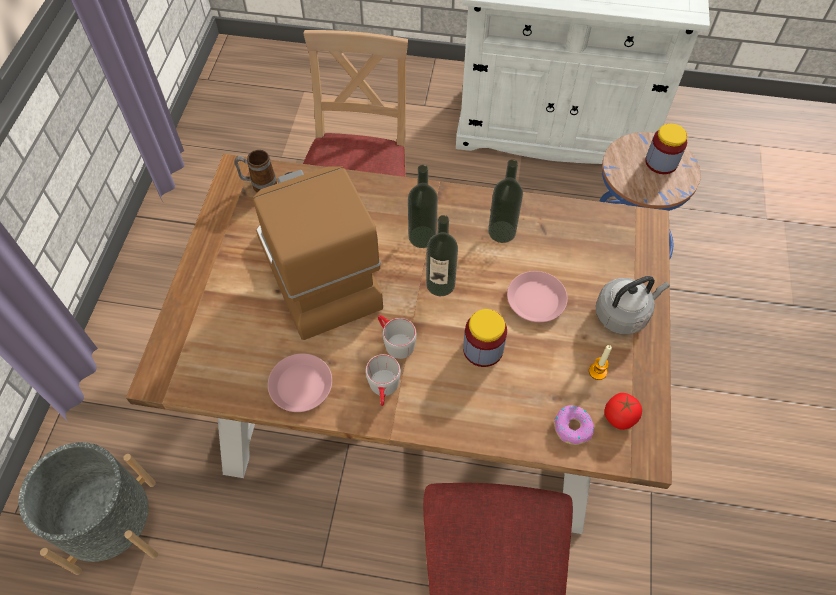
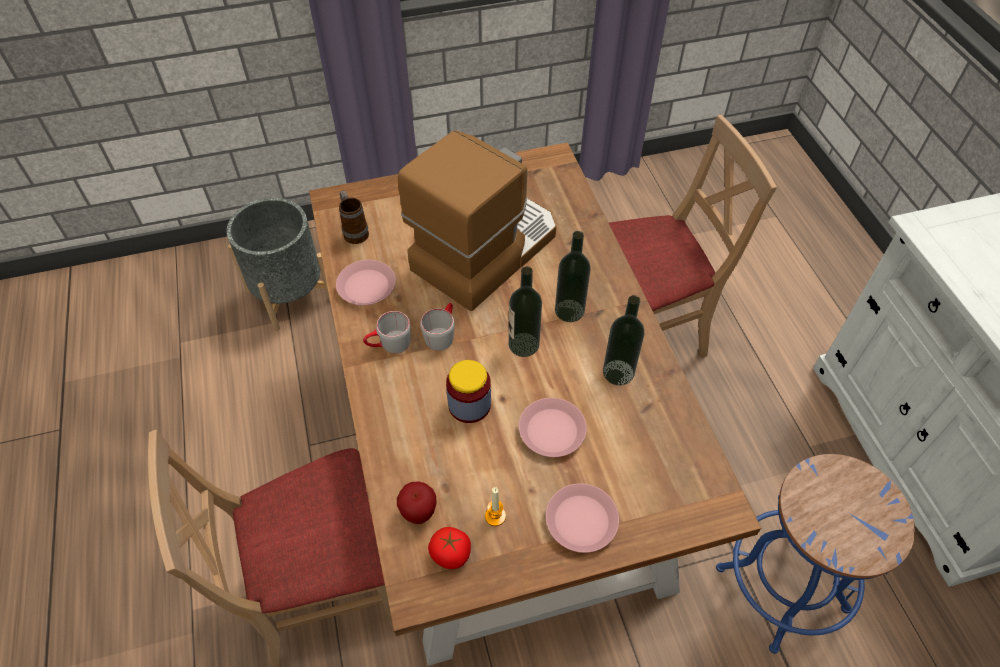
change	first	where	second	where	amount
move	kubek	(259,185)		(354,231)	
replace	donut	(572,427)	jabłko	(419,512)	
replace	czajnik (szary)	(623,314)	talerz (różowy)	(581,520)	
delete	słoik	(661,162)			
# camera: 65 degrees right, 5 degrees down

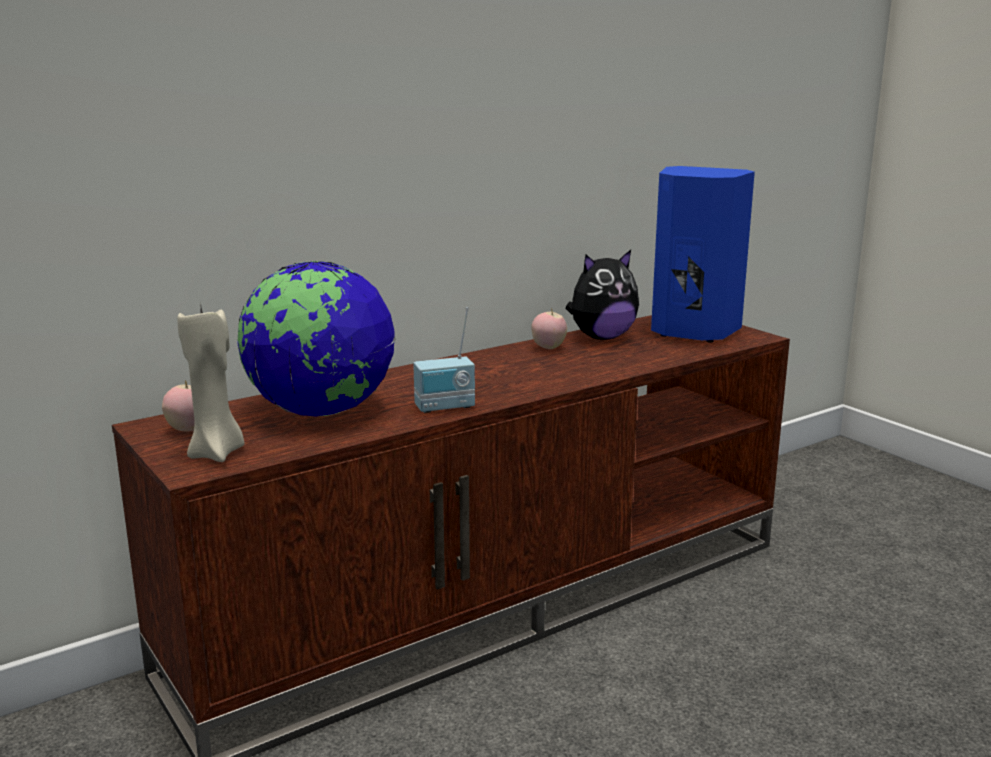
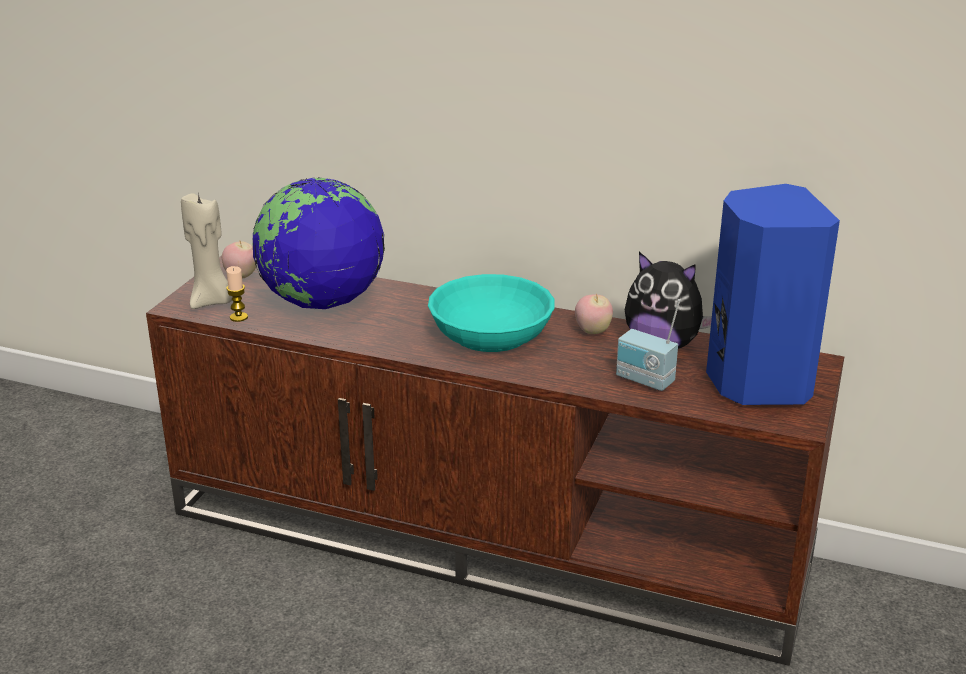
change	first	where	second	where	amount
move	radio	(445,408)		(644,381)	
insert			świeca	(238,317)	
insert			miska (turkusowy)	(491,333)	
# camera: 55 degrees right, 10 degrees up

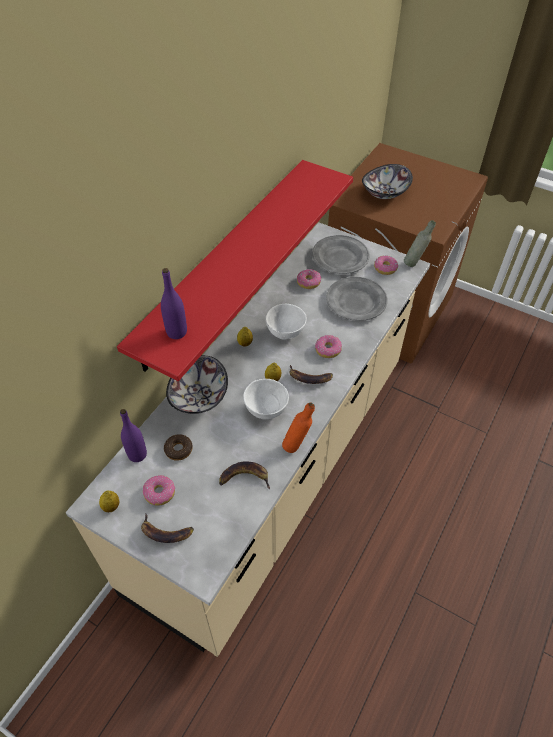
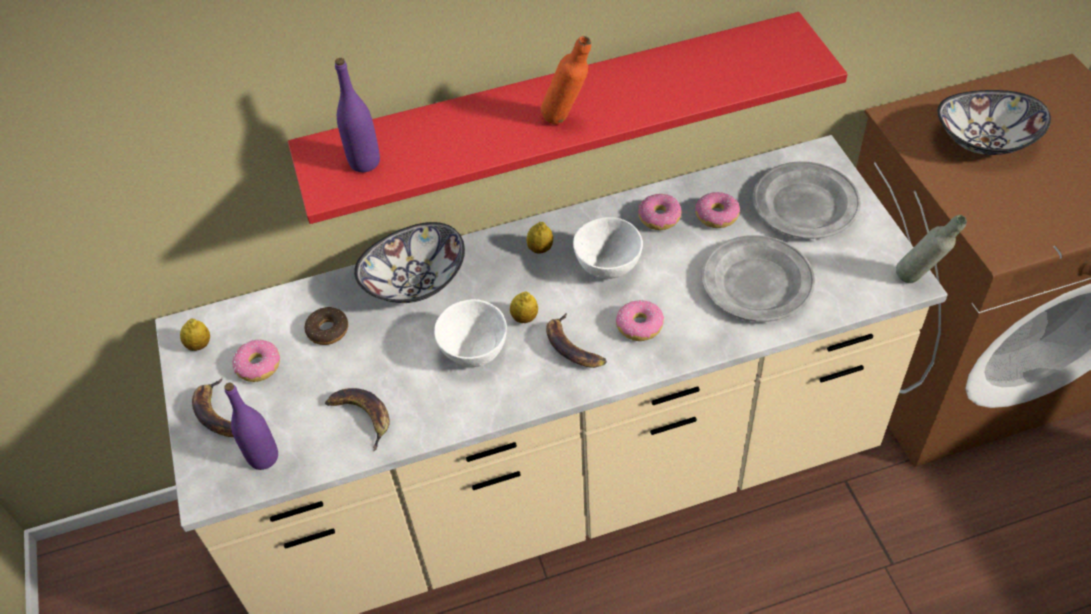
change	first	where	second	where	amount
move	butelka (fioletowy)	(137,454)		(263,457)	
move	butelka (pomarańczowy)	(297,445)		(567,120)	
move	donut	(385,268)		(659,217)	
# camera: 45 degrees right, 0 degrees up

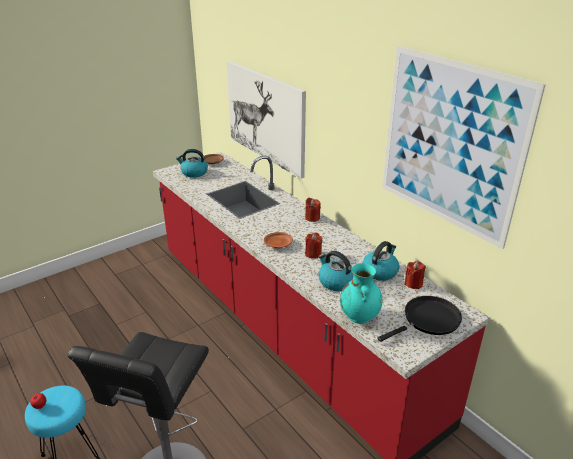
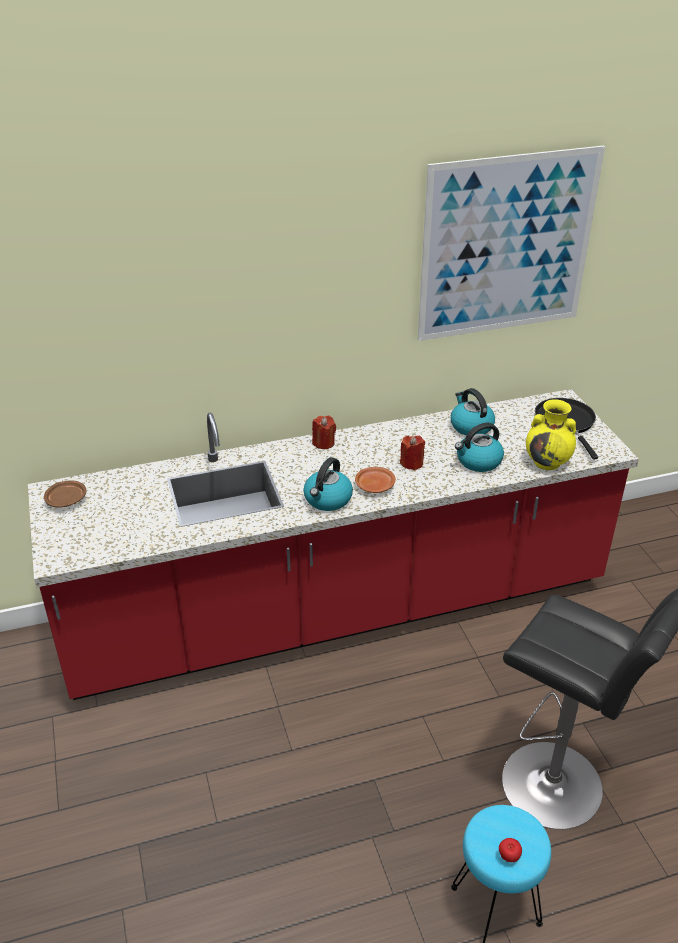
change	first	where	second	where	amount
move	czajnik	(194,173)		(327,499)	
delete	obraz	(266,117)			
recolor	wazon (turkusowy)	(359,316)	wazon (żółty)	(548,462)	
delete	świeca (czerwony)	(413,283)			
# camera: 70 degrees left, 5 degrees up

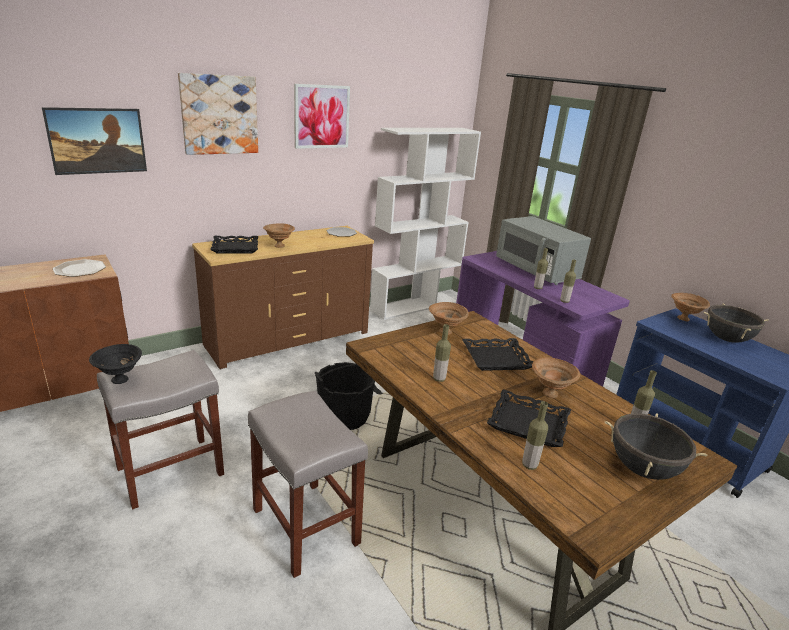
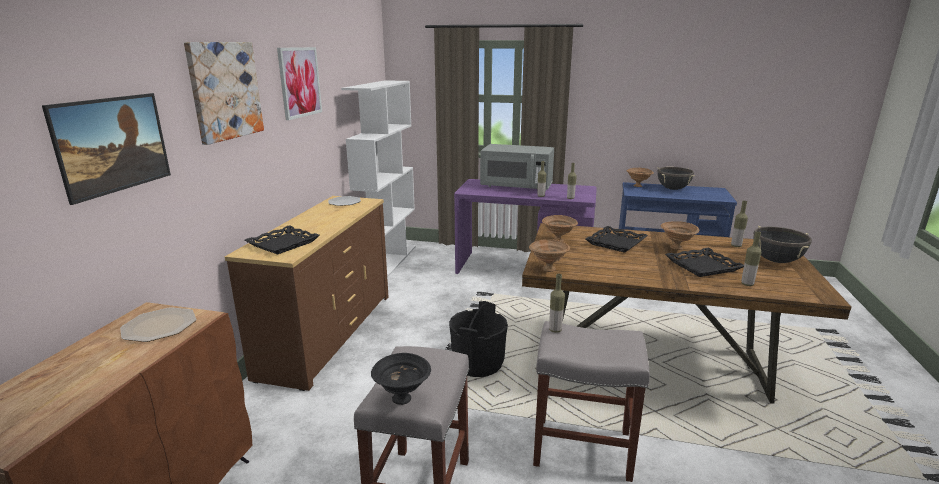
change	first	where	second	where	amount
move	miska (brązowy)	(278,246)		(547,269)	
move	butelka	(439,379)		(555,330)	
# camera: 40 degrees left, 5 degrees down

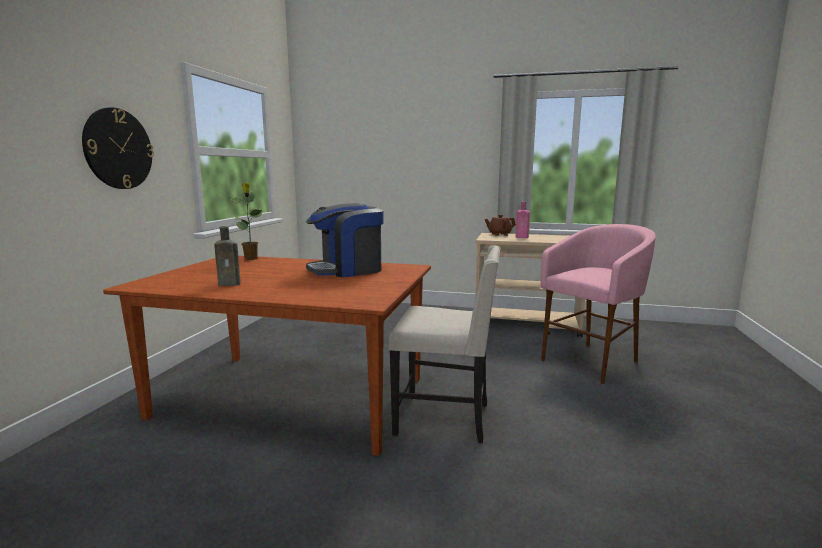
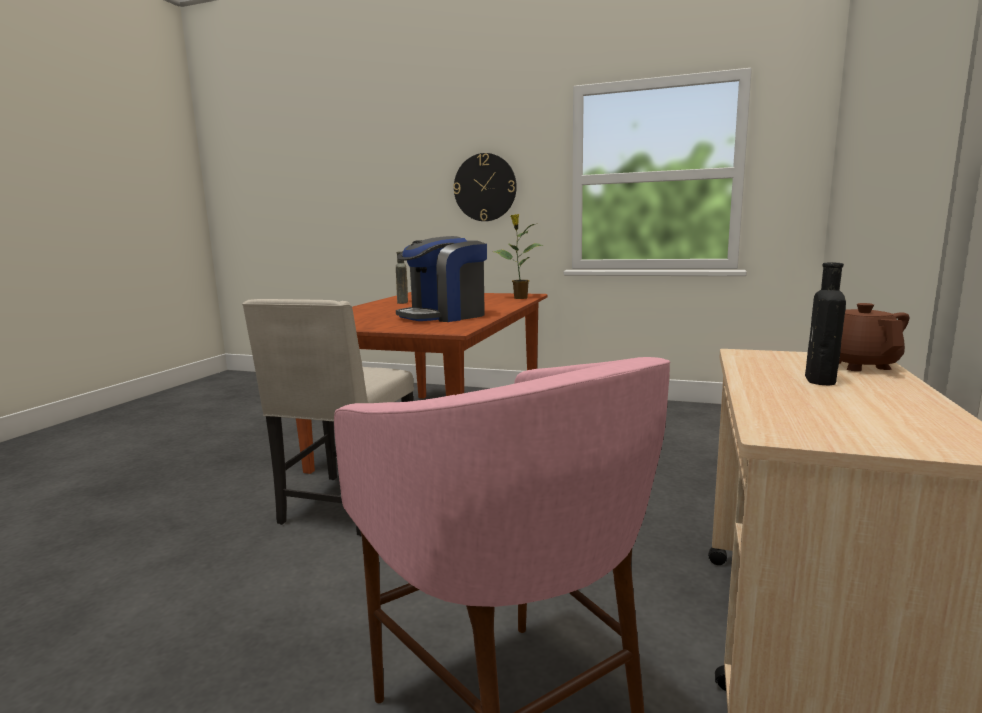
change	first	where	second	where	amount
rotate	ekspres do kawy	(347,270)		(444,316)	105 degrees counterclockwise
recolor	butelka (różowy)	(523,237)	butelka (czarny)	(821,380)	
# camera: 95 degrees right, 0 degrees up

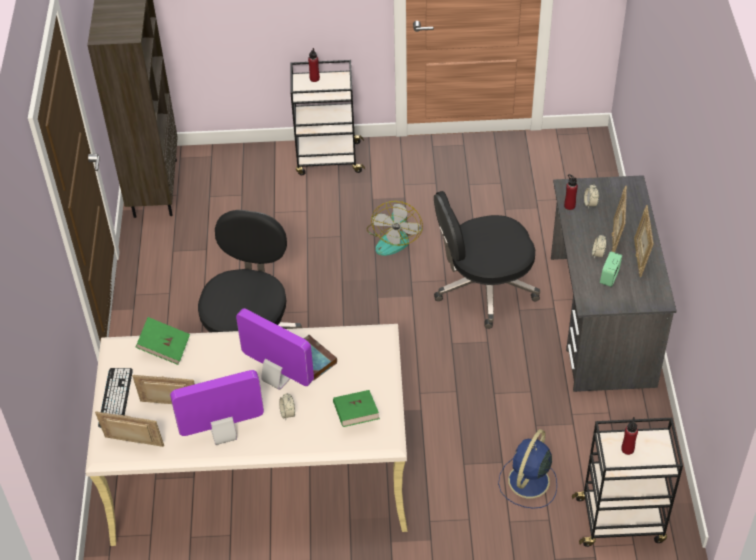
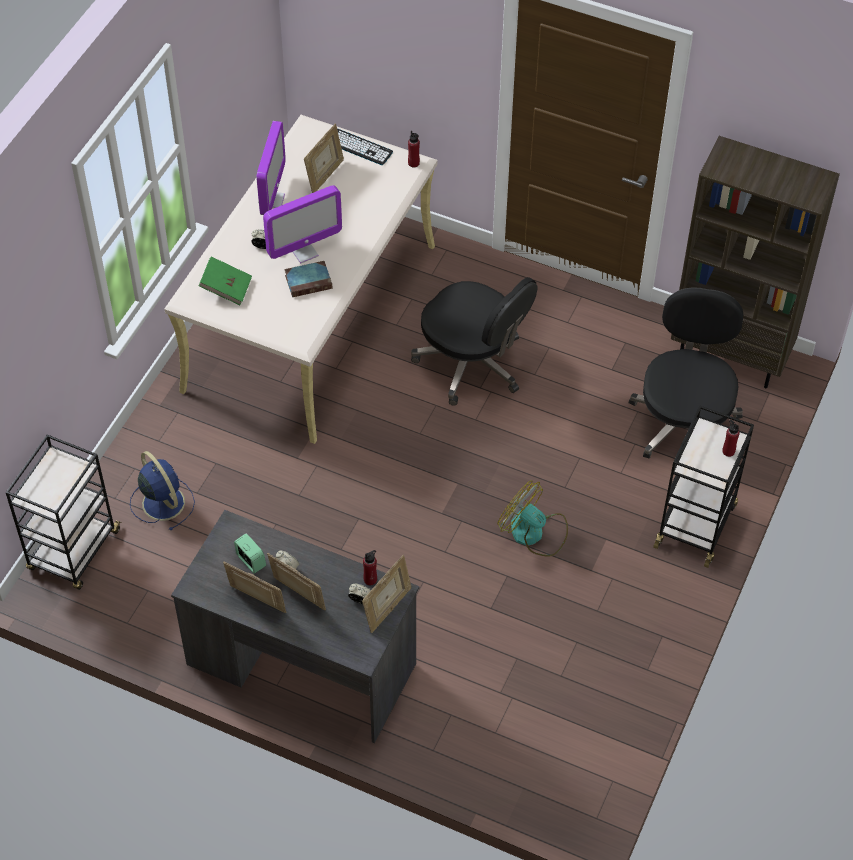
change	first	where	second	where	amount
move	ramka na zdjęcie	(134,445)		(387,609)	
delete	książka (zielony)	(164,348)			
move	krzesło biurowe (czarny)	(483,288)		(684,421)	
move	butelka (czerwony)	(627,449)		(413,163)	
# camera: 115 degrees right, 5 degrees up

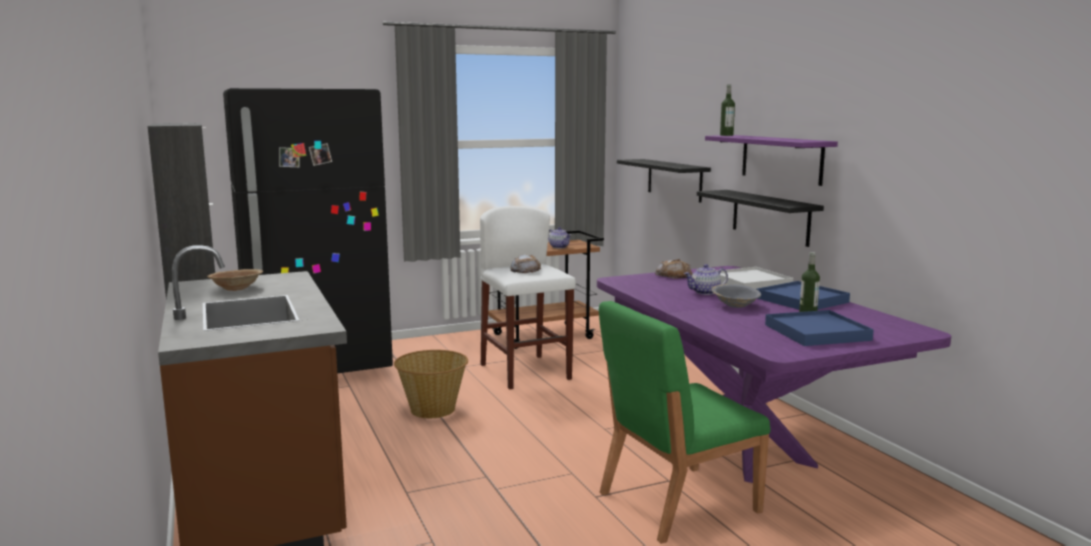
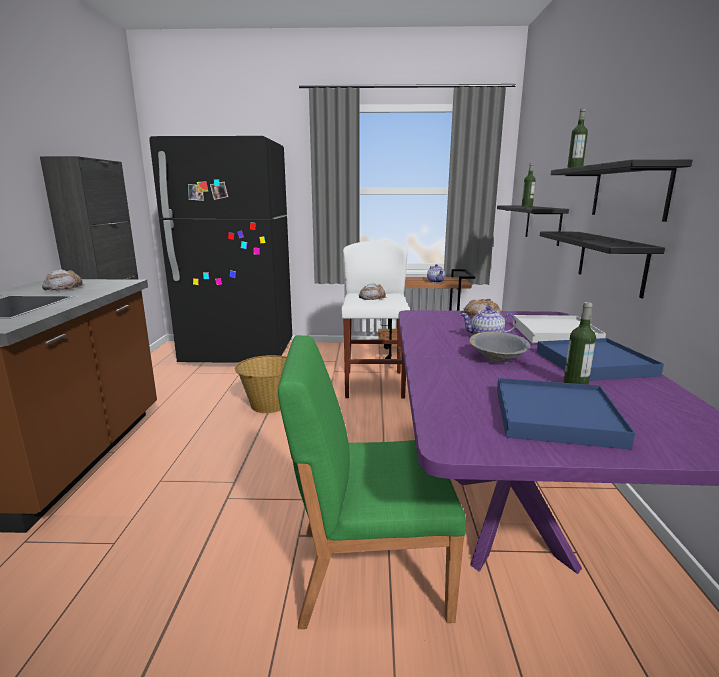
change	first	where	second	where	amount
replace	miska (brązowy)	(236,288)	chleb	(63,287)	
recolor	półka (fioletowy)	(781,159)	półka (czarny)	(628,192)	
insert			butelka	(527,206)	
# camera: 25 degrees right, 5 degrees up

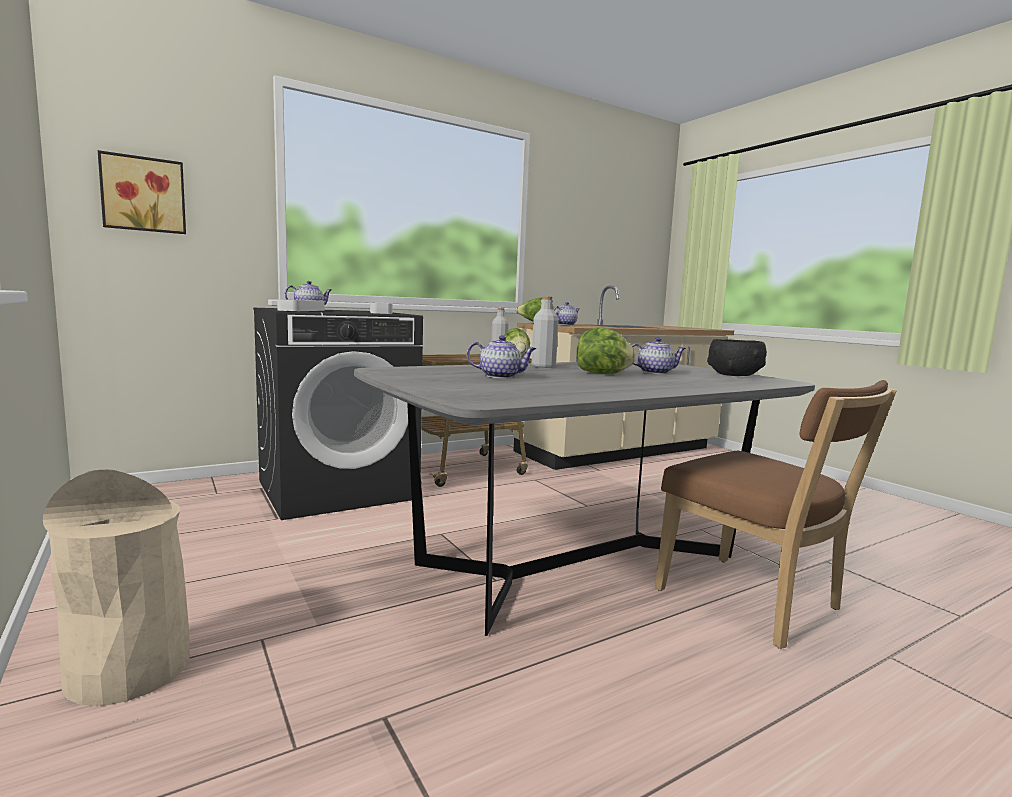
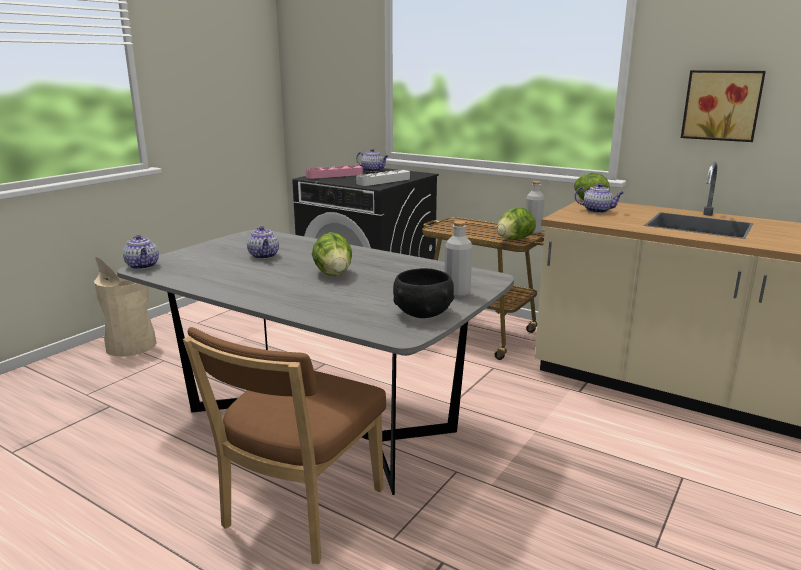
change	first	where	second	where	amount
move	obraz	(143,194)		(722,105)	
recolor	taca (szary)	(302,310)	taca (różowy)	(334,175)	
move	butelka (szary)	(543,366)		(457,293)	
move	imbryk	(655,372)		(143,266)	
# camera: 65 degrees right, 10 degrees up

